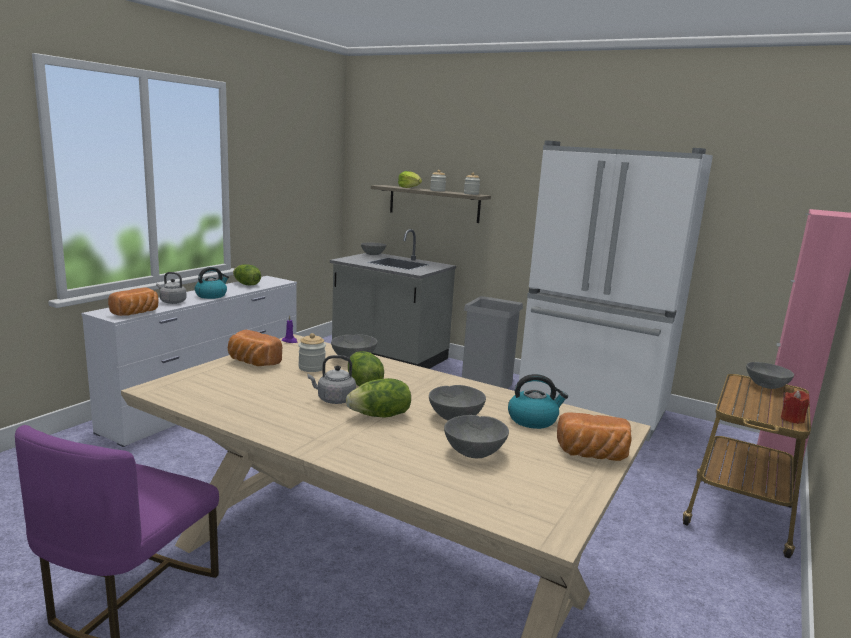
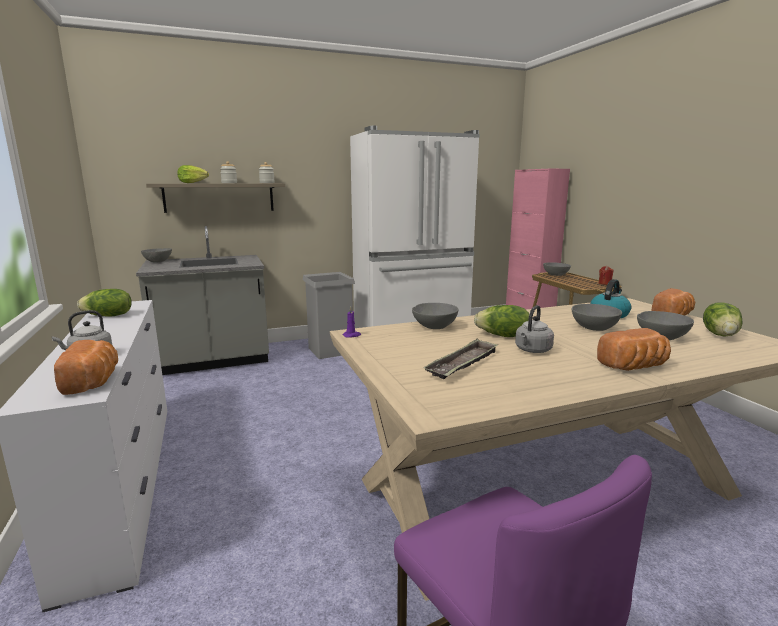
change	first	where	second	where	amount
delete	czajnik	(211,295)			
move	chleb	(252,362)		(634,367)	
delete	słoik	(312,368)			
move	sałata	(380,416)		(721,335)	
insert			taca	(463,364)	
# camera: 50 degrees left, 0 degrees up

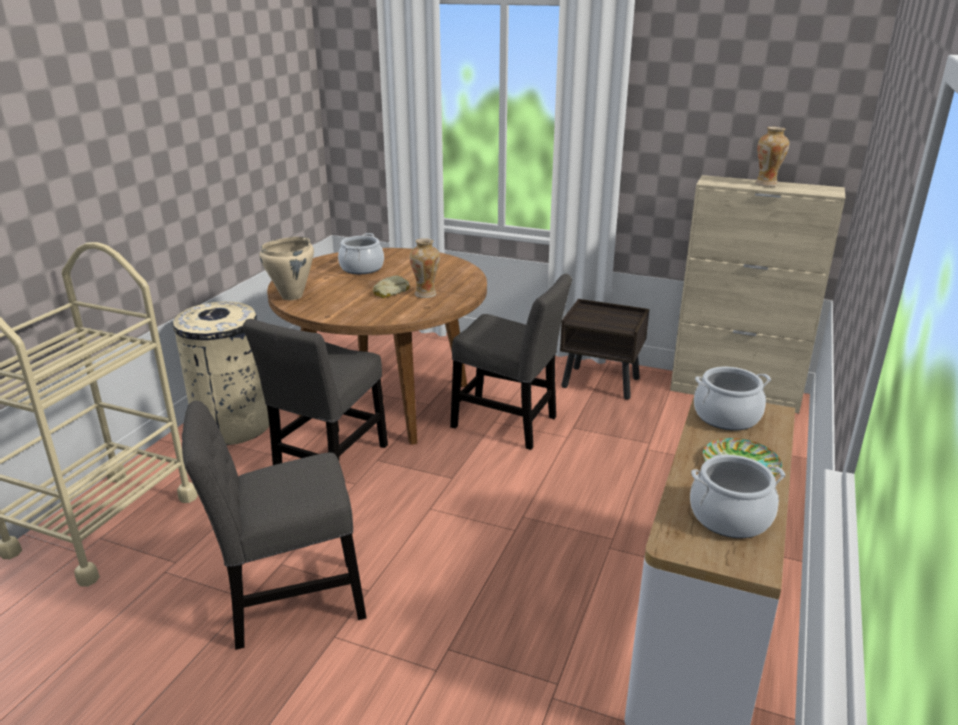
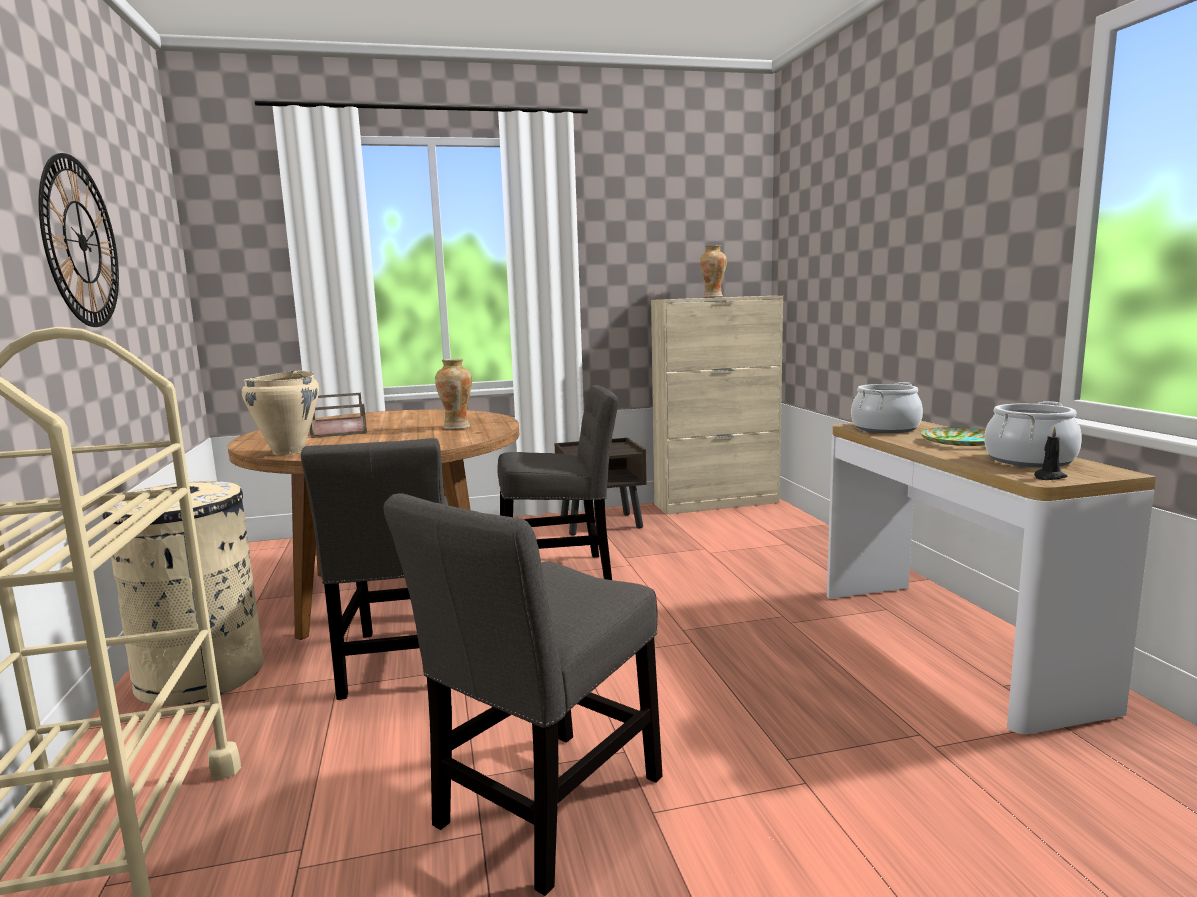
change	first	where	second	where	amount
replace	garnek	(361,268)	taca (brązowy)	(337,427)	
delete	chleb	(390,291)			
insert			zegar ścienny	(81,242)	
insert			świeca (czarny)	(1049,477)	
# camera: 35 degrees left, 15 degrees down

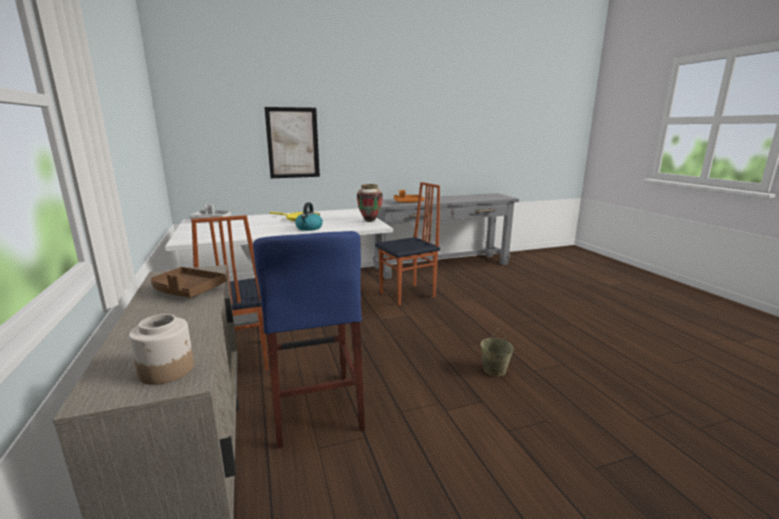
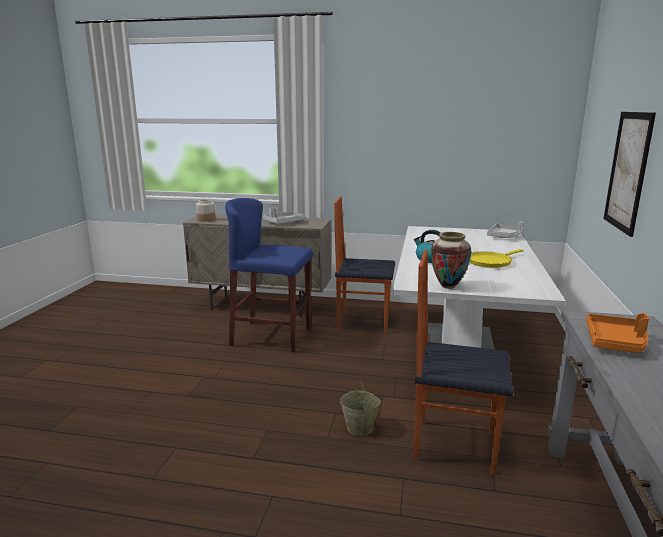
change	first	where	second	where	amount
recolor	taca (brązowy)	(187,291)	taca (szary)	(284,222)	
rotate	krzesło	(408,295)		(453,444)	105 degrees clockwise
move	wiadro (beżowy)	(494,370)		(360,428)	
# camera: 120 degrees right, 0 degrees up

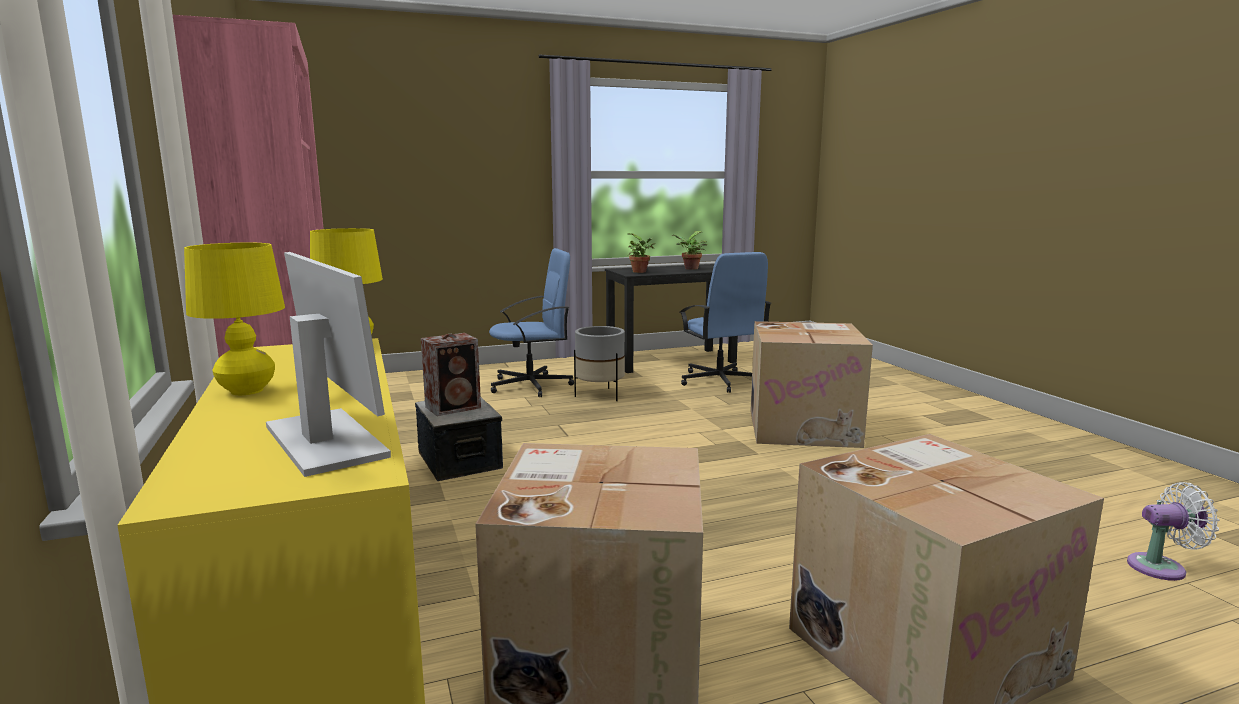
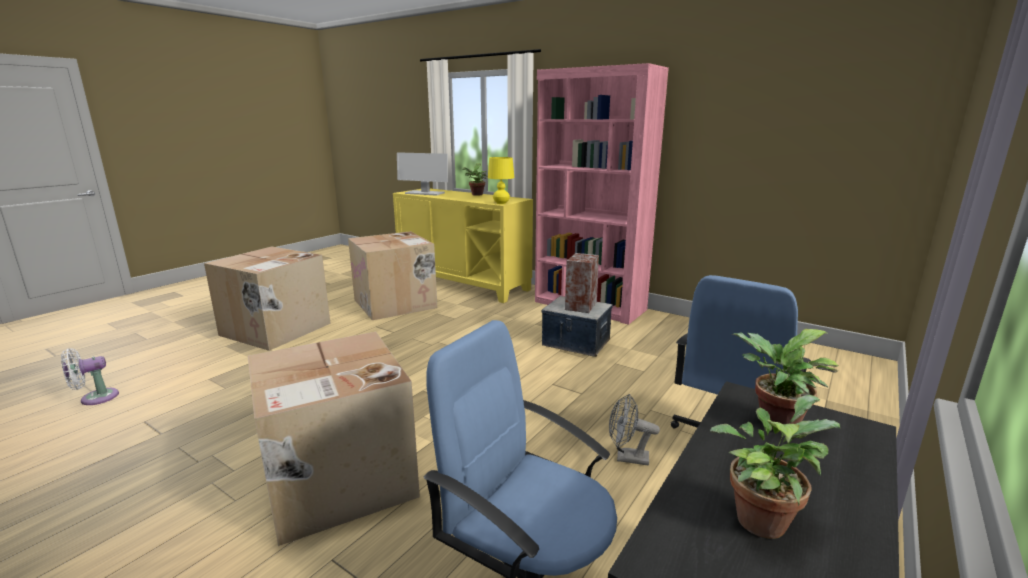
change	first	where	second	where	amount
replace	lampa stołowa (żółty)	(247,391)	roślina doniczkowa	(476,195)	
replace	donica (szary)	(600,395)	wentylator (szary)	(627,458)	
# camera: 145 degrees right, 5 degrees up

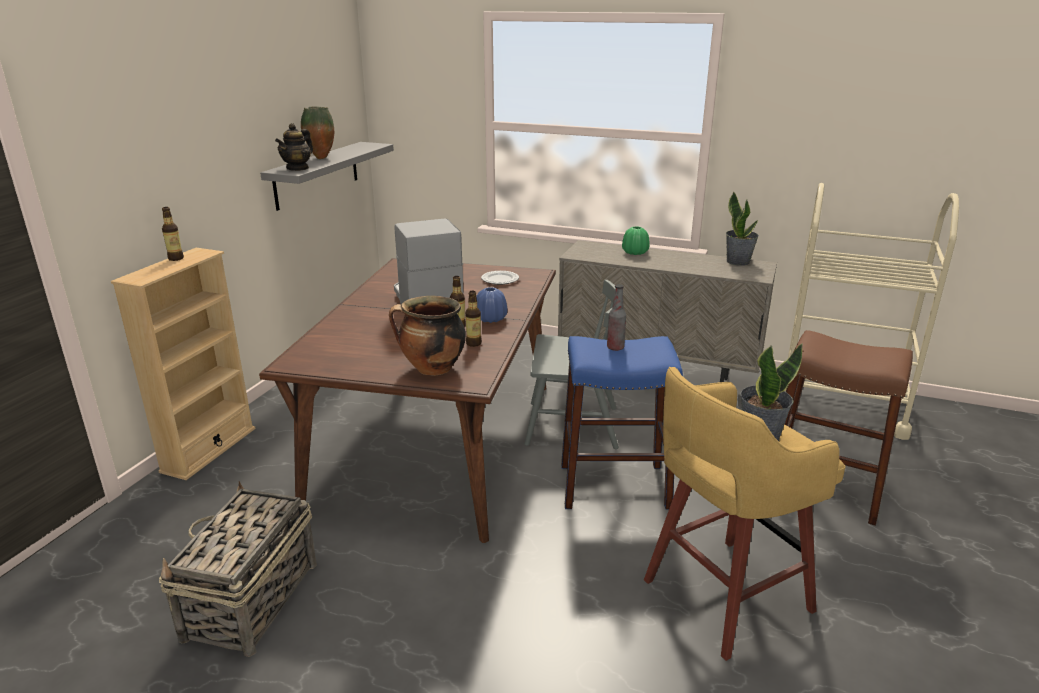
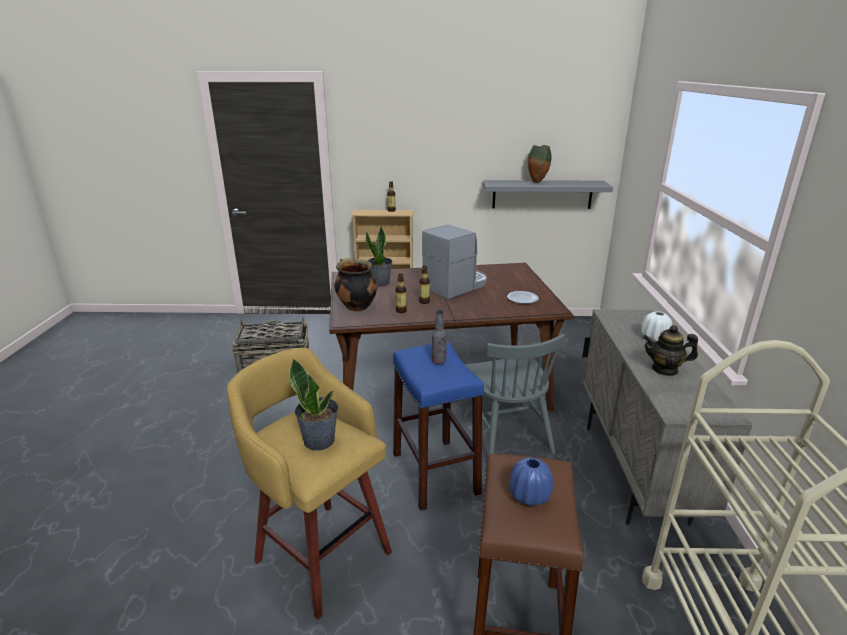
change	first	where	second	where	amount
move	imbryk	(298,168)		(665,369)	
move	wazon (niebieski)	(490,319)		(529,495)	
recolor	wazon (zielony)	(635,252)	wazon (biały)	(654,338)	
move	roślina doniczkowa	(738,261)		(380,283)	
# camera: 70 degrees right, 0 degrees up

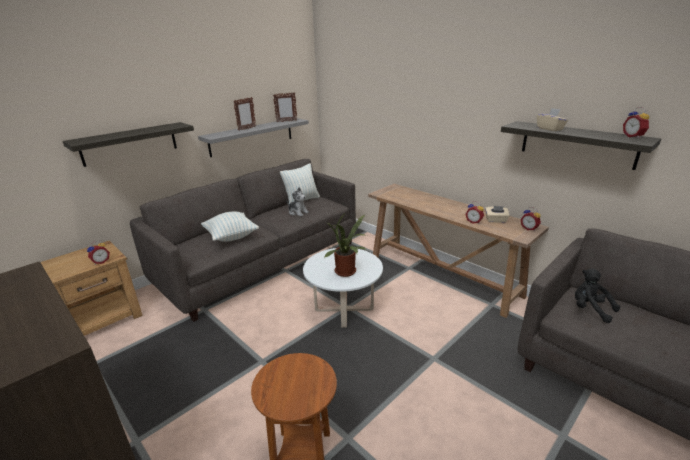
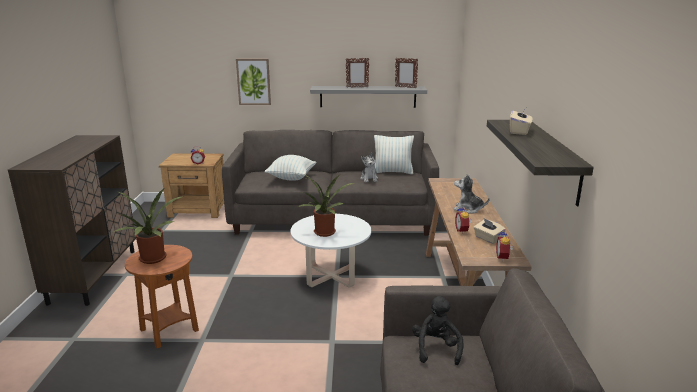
change	first	where	second	where	amount
replace	półka	(130,143)	obraz	(253,81)	
delete	budzik	(633,136)			
insert			roślina doniczkowa	(152,260)	
insert			pluszak	(468,209)	
# camera: 45 degrees right, 5 degrees down

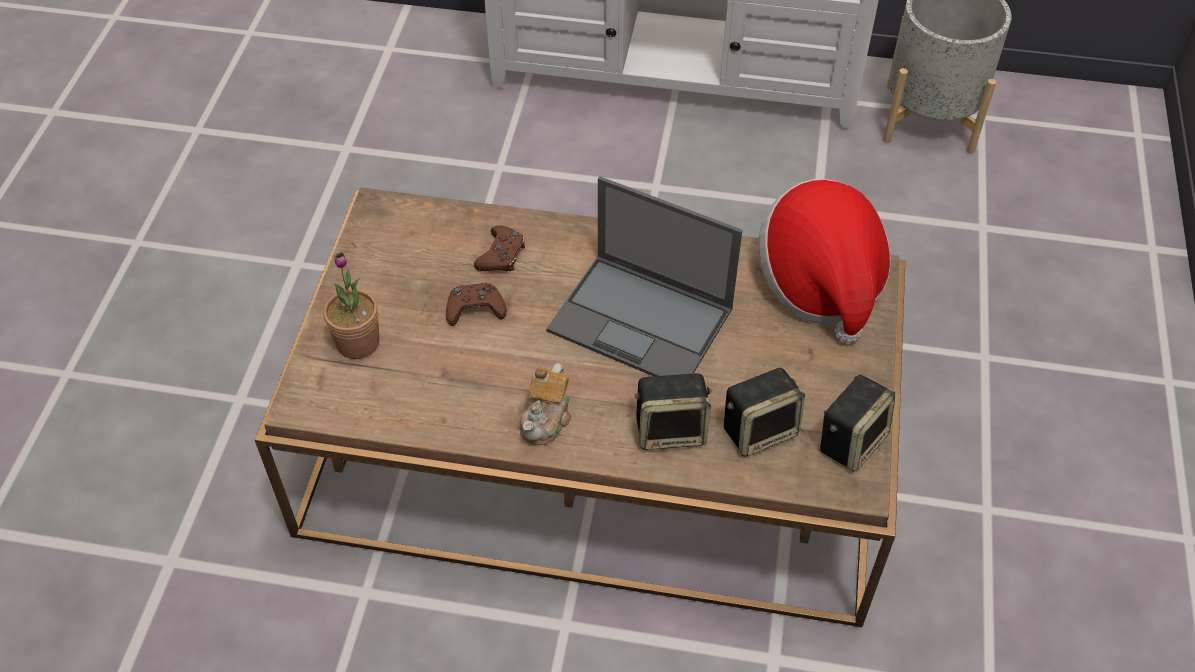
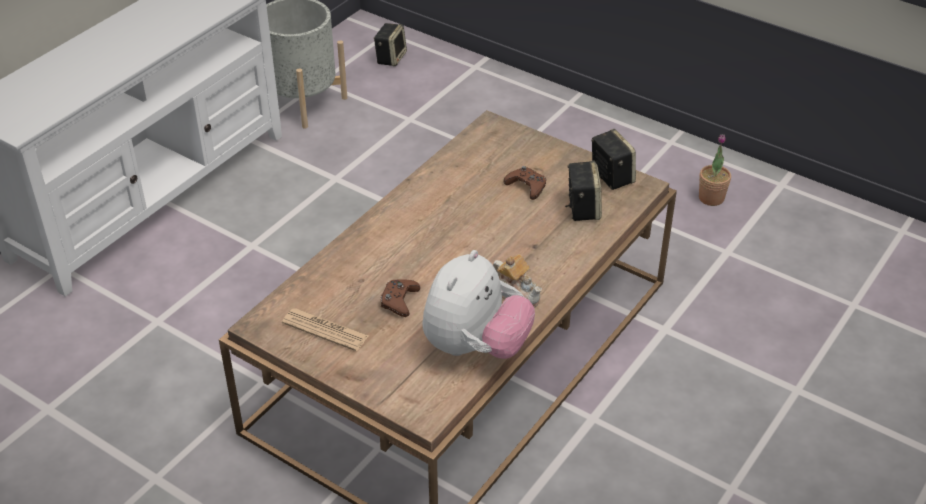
change	first	where	second	where	amount
move	roślina doniczkowa	(358,342)		(711,198)	
move	pad do gier (brązowy)	(501,255)		(526,186)	
delete	laptop	(642,320)			
move	głośnik	(671,430)		(390,58)	
delete	kapelusz	(820,283)			
insert			gazeta	(325,330)	
insert			pluszak	(475,347)	
# camera: 65 degrees left, 10 degrees down

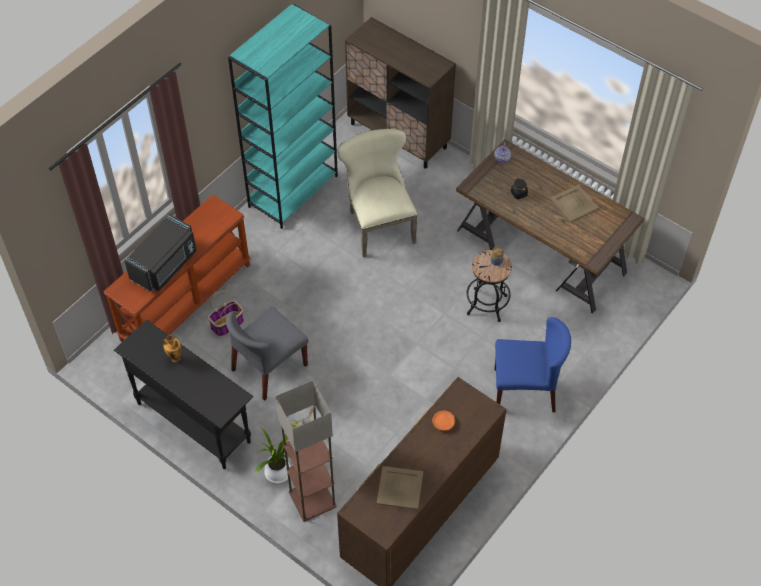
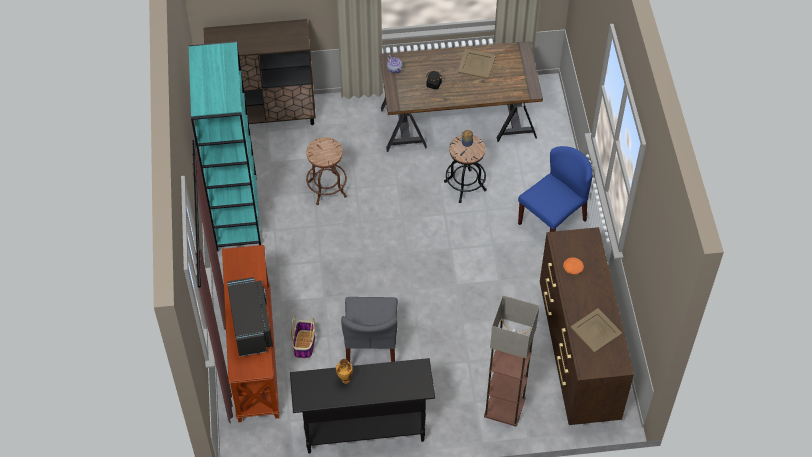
change	first	where	second	where	amount
delete	roślina doniczkowa	(280,471)			
replace	krzesło (beżowy)	(378,224)	stołek (brązowy)	(327,189)	
# camera: 45 degrees left, 0 degrees up

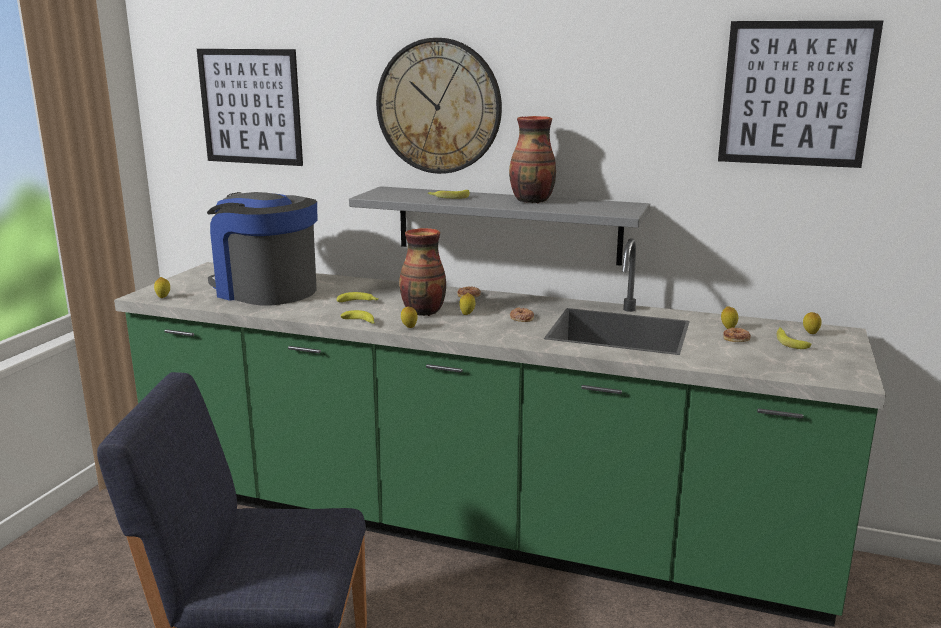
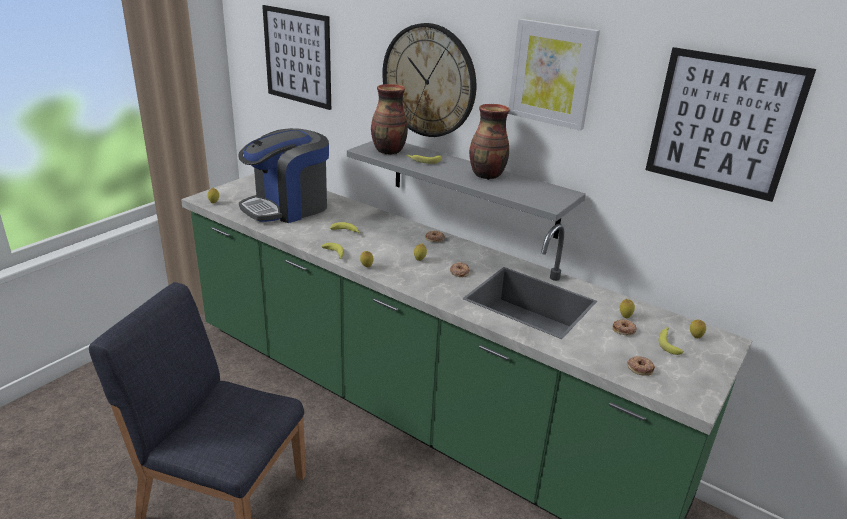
change	first	where	second	where	amount
rotate	ekspres do kawy	(265,290)		(287,207)	90 degrees counterclockwise
move	wazon	(423,312)		(388,151)	
insert			obraz	(552,74)	
insert			donut	(640,368)	
# camera: 15 degrees right, 10 degrees up

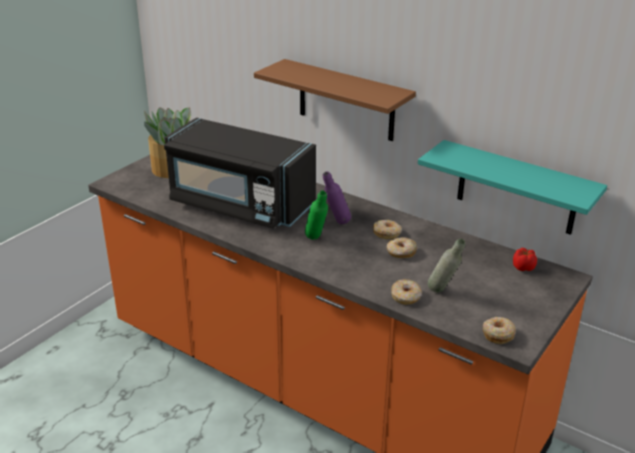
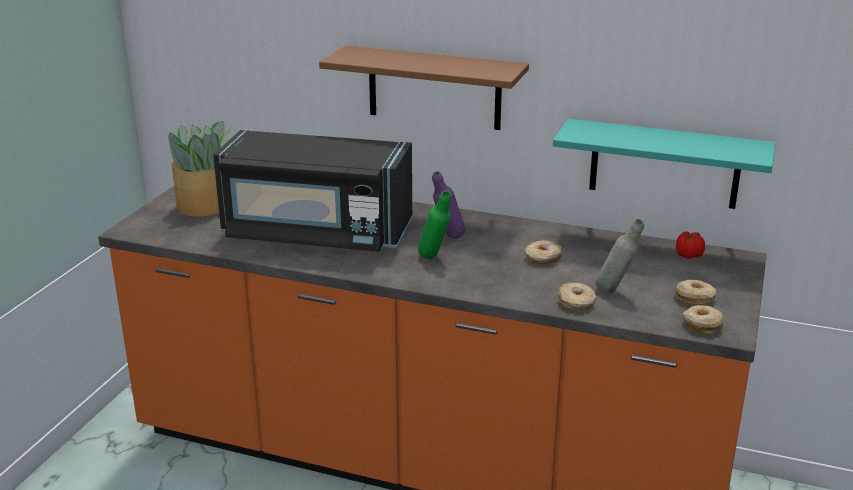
change	first	where	second	where	amount
move	donut	(387,233)		(694,298)	
# camera: 15 degrees left, 5 degrees down

